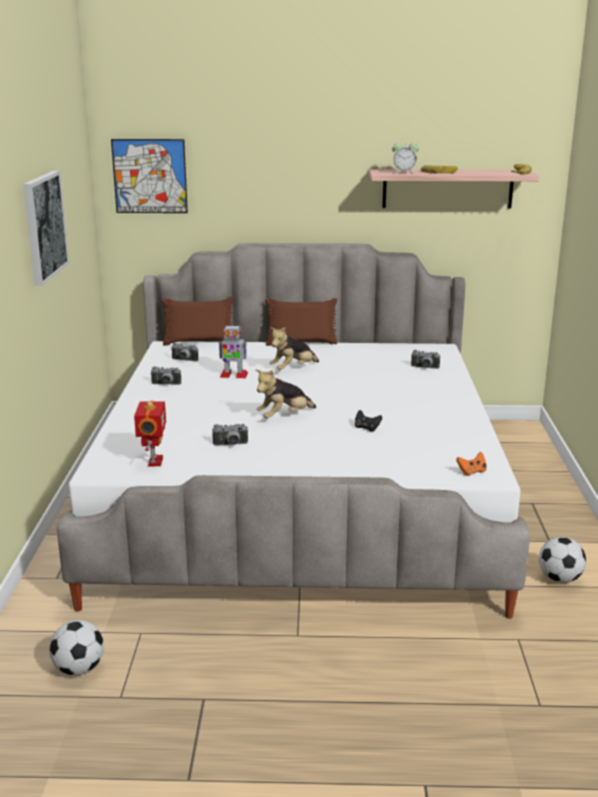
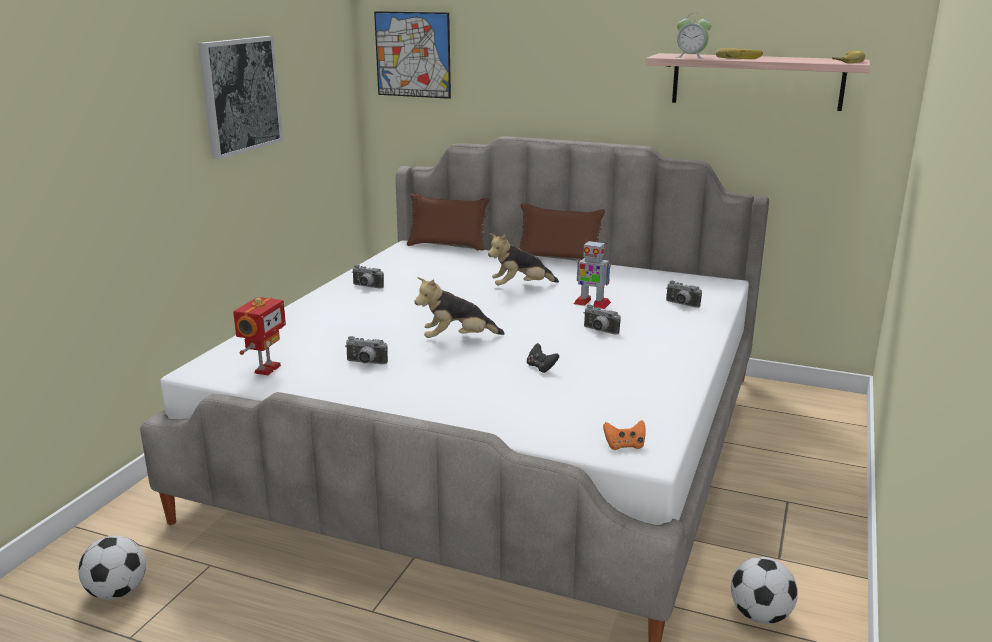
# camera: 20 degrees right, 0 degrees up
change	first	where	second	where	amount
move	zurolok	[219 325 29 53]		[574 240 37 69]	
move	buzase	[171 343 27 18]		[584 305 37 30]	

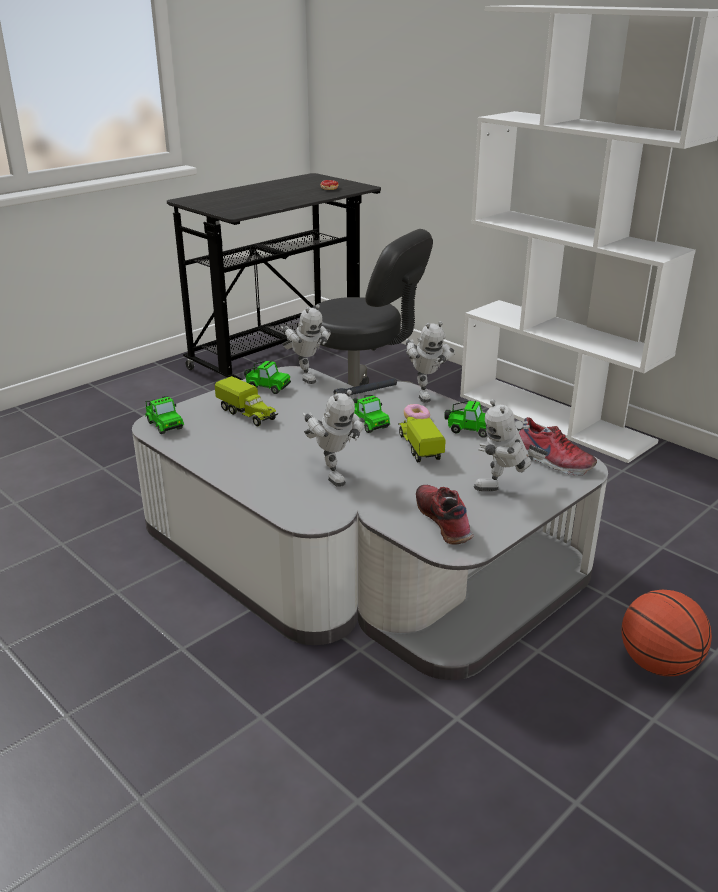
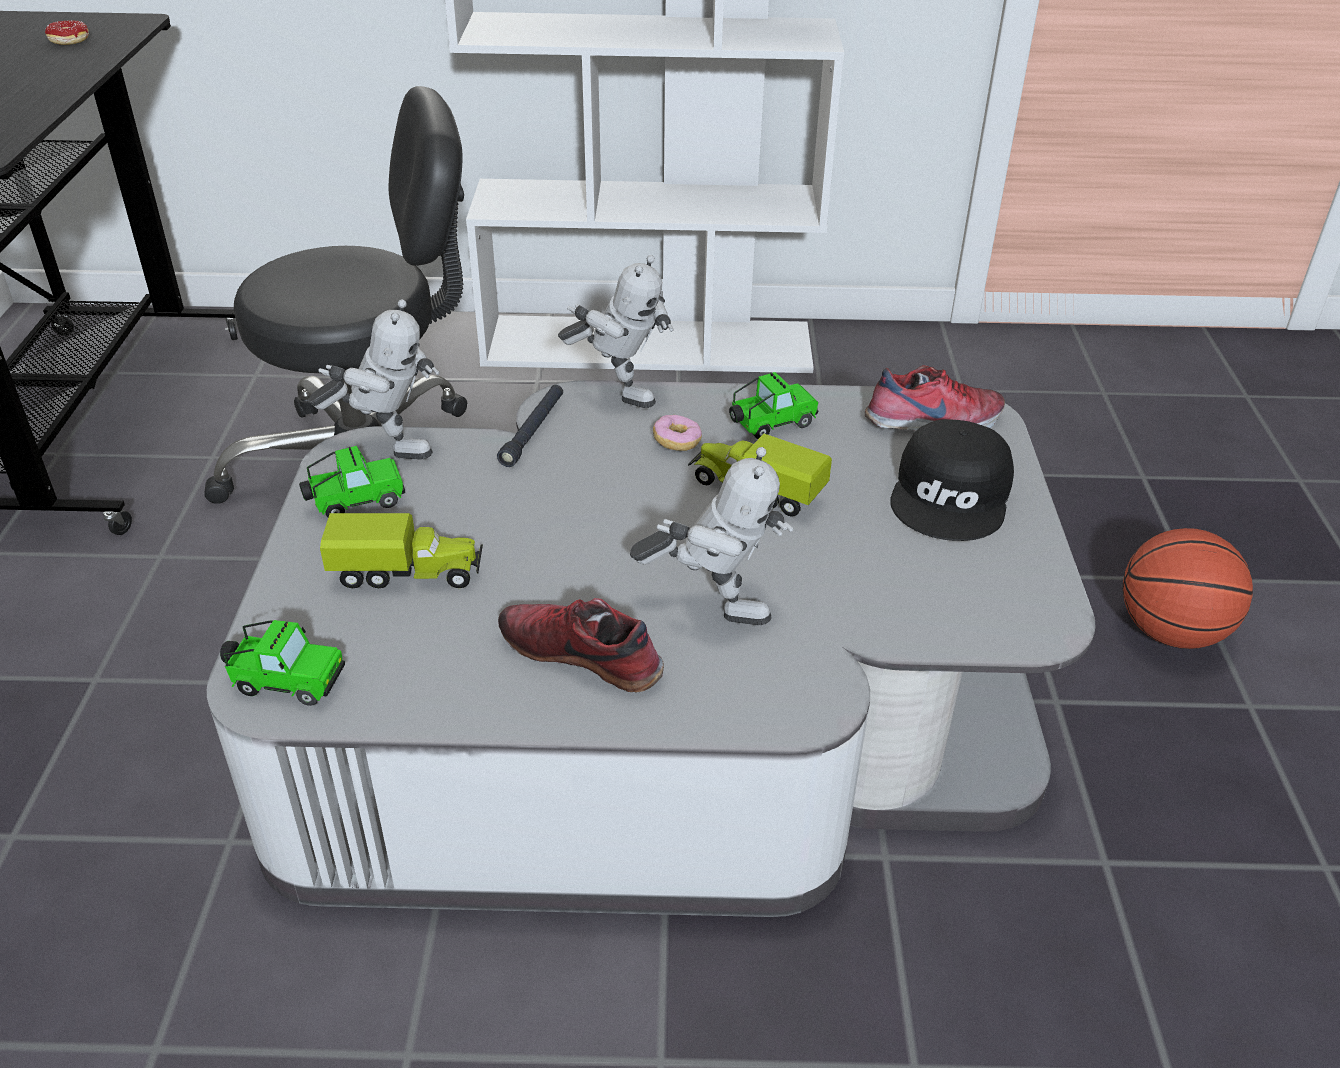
# camera: 45 degrees left, 10 degrees up
change	first	where	second	where	amount
delete	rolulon	[352 395 38 38]			
replace	zurolok	[474 399 74 92]	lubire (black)	[890 419 124 122]	
move	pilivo	[416 485 58 59]		[498 598 166 95]	

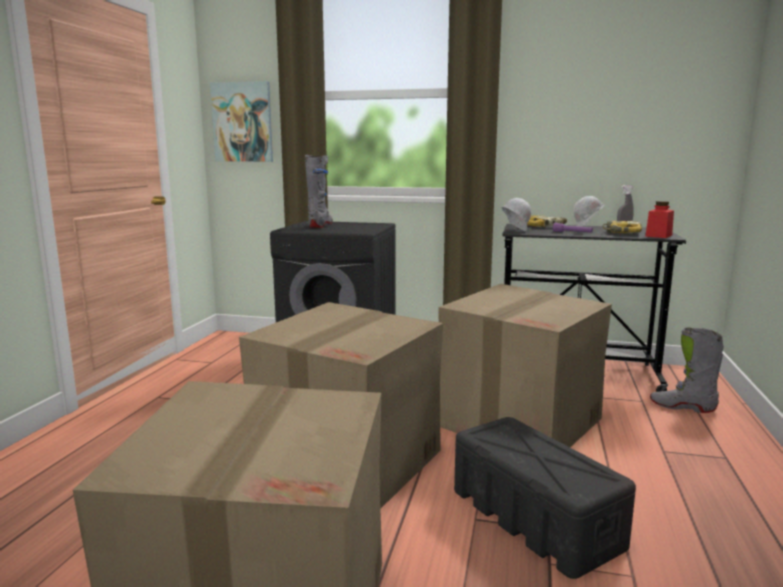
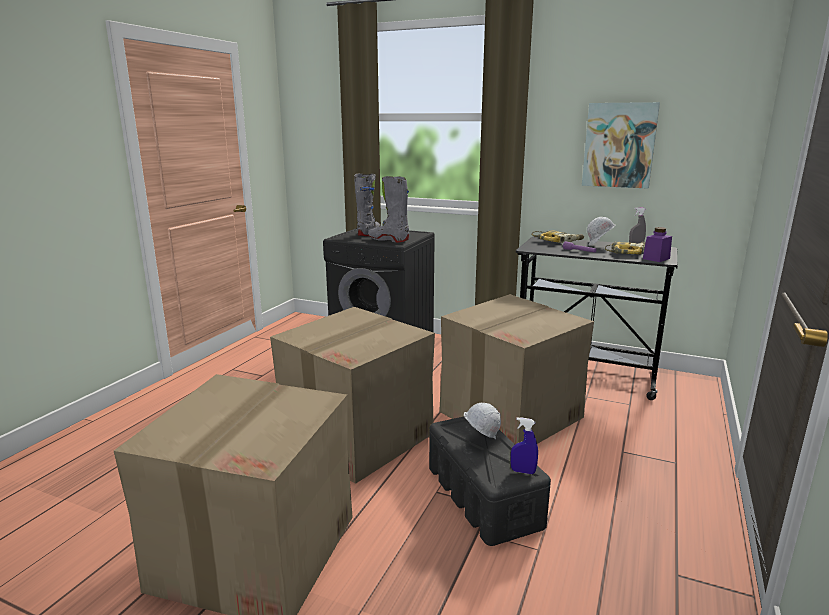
# camera: 10 degrees right, 5 degrees up
change	first	where	second	where	amount
move	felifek	[210 81 63 81]		[582 102 78 87]	
move	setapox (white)	[501 198 30 33]		[464 403 37 36]	
recolor	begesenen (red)	[645 201 29 37]	begesenen (purple)	[643 227 29 35]	
move	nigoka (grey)	[650 328 74 85]		[368 176 41 66]	
insert			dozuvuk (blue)	[511 417 27 57]	

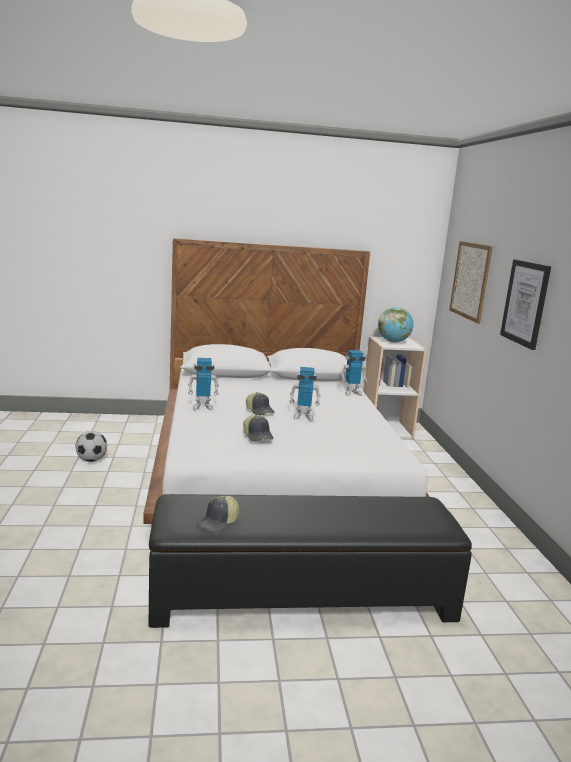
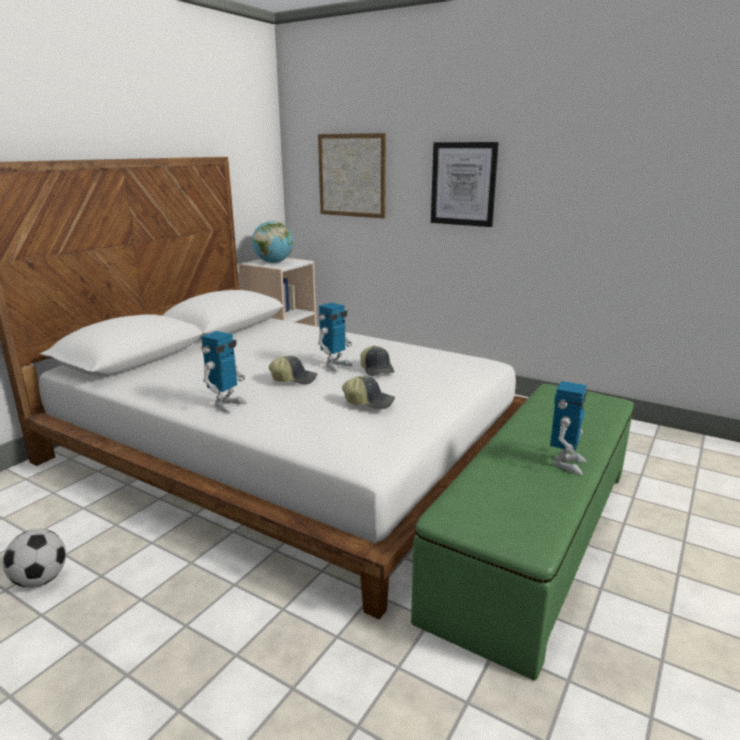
# camera: 50 degrees left, 5 degrees up
change	first	where	second	where	amount
move	zurolok	[341 350 26 46]		[550 381 37 94]	
recolor	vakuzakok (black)	[148 494 324 134]	vakuzakok (green)	[411 384 223 297]	
move	lubire	[196 496 43 37]		[360 346 34 30]	

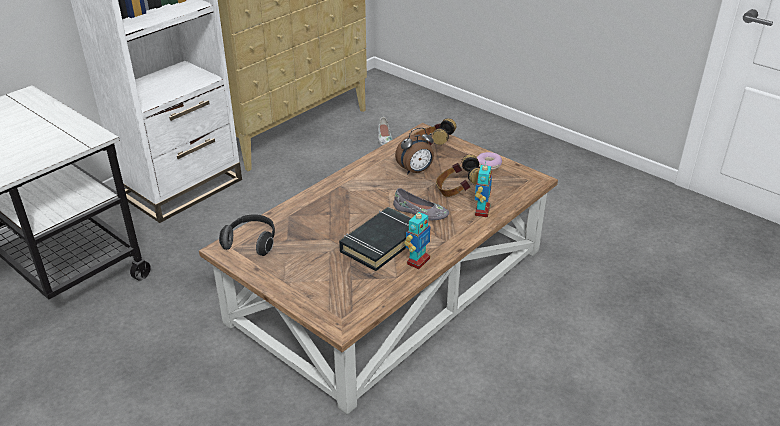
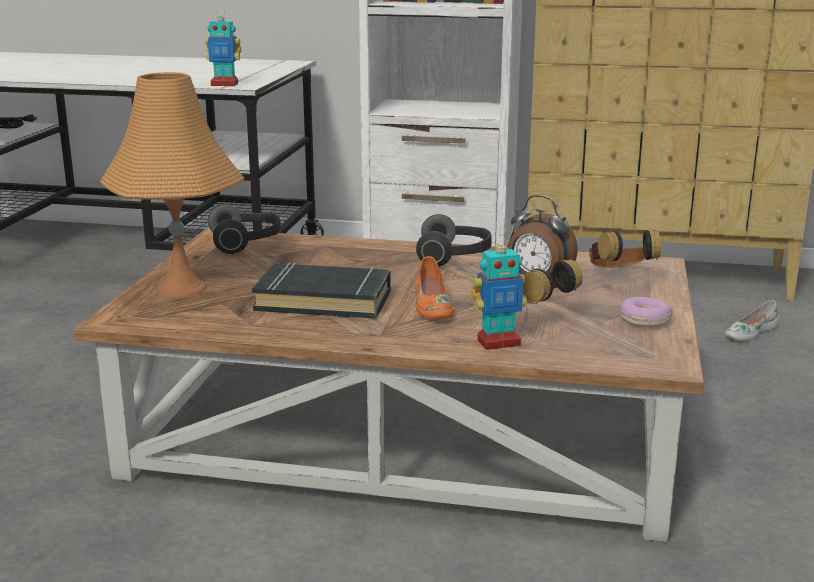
# camera: 60 degrees right, 15 degrees down
change	first	where	second	where	amount
recolor	pilivo (grey)	[393 188 56 32]	pilivo (orange)	[415 256 39 63]	
move	zurolok	[404 209 26 60]		[205 9 36 77]	
insert			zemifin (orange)	[100 72 144 226]	
insert			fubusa	[416 214 76 53]	

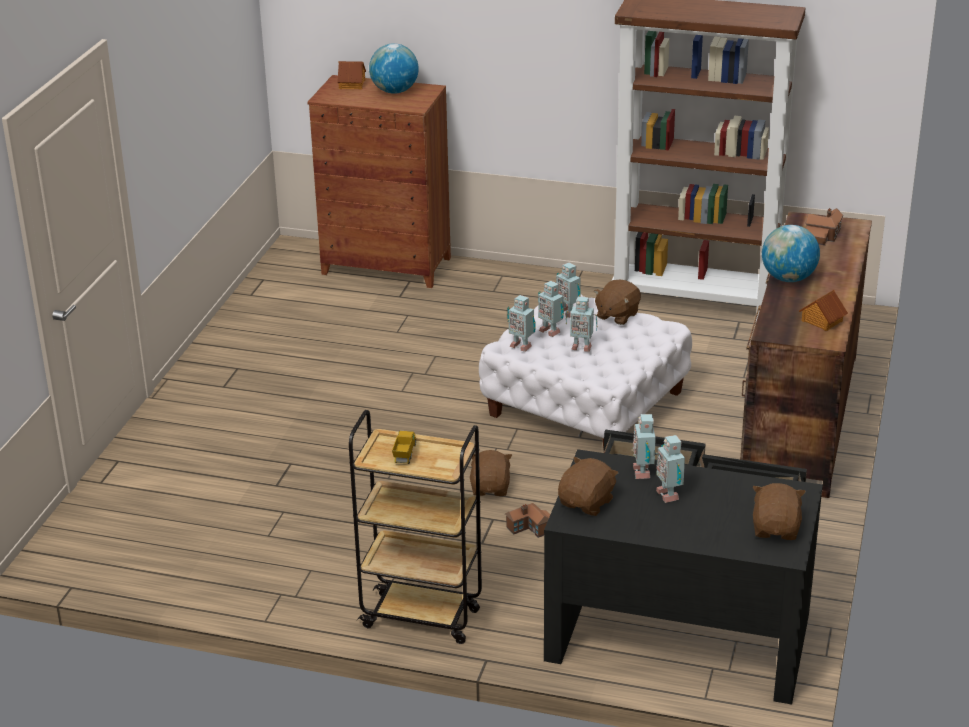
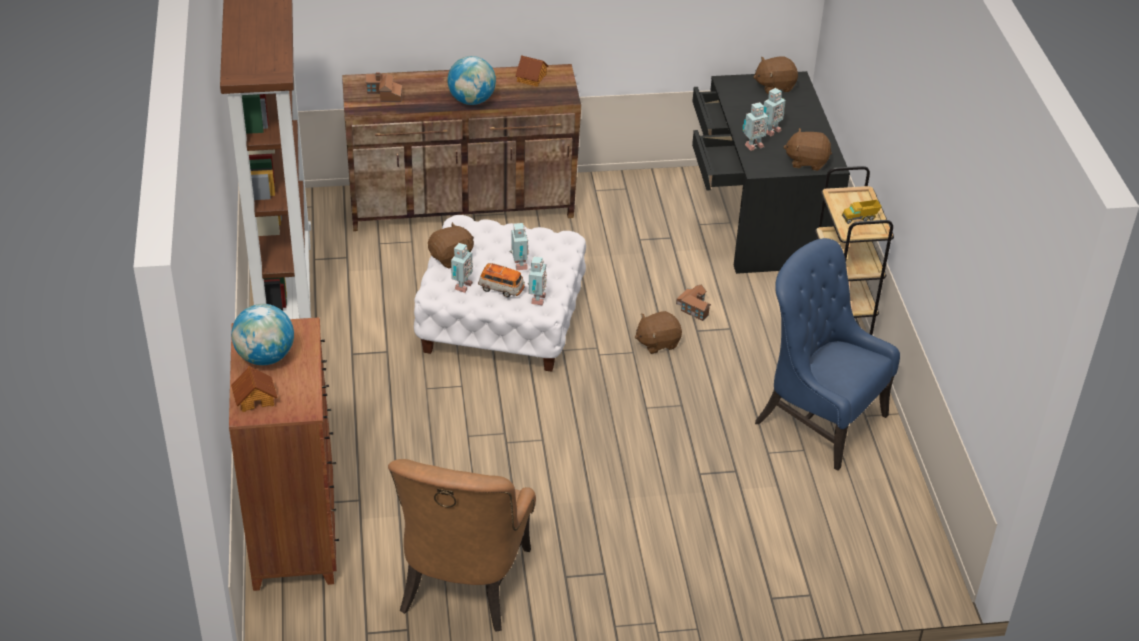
# camera: 115 degrees left, 10 degrees up
change	first	where	second	where	amount
rotate	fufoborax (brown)	[594 280 47 45]		[428 222 46 47]	45 degrees counterclockwise
replace	zurolok	[538 281 26 56]	rolulon	[478 263 47 34]	
insert			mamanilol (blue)	[755 238 145 233]	
insert			mamanilol (brown)	[388 459 148 173]	

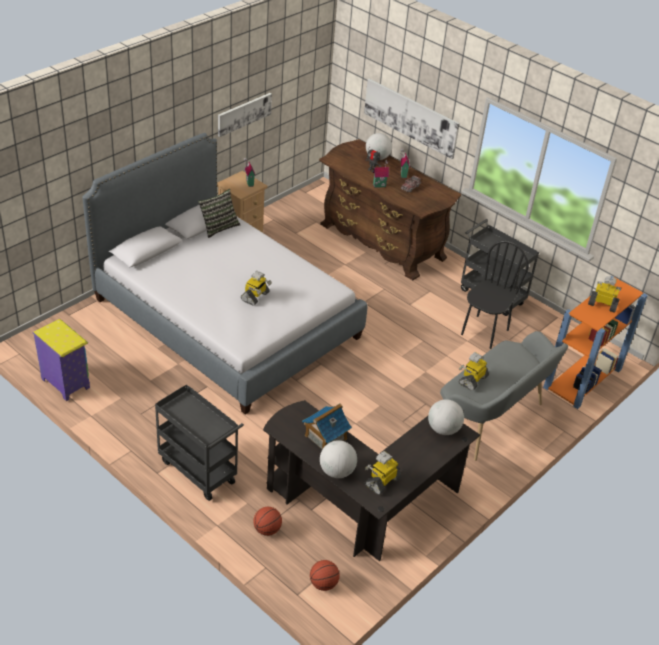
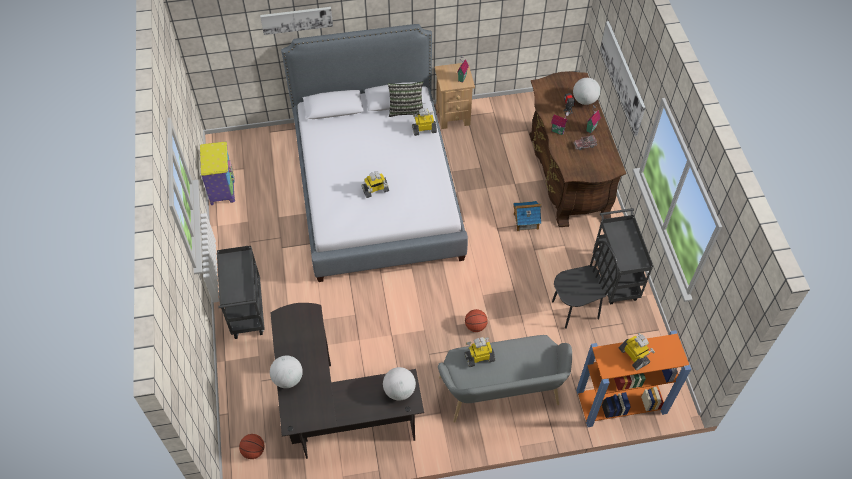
# camera: 40 degrees right, 15 degrees up
change	first	where	second	where	amount
move	felifek	[218 93 54 44]		[260 7 73 28]	
move	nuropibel	[302 404 50 45]		[513 201 29 30]	
move	zurolok	[365 451 37 44]		[412 108 25 28]	
move	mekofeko	[253 507 29 29]		[465 309 23 23]	

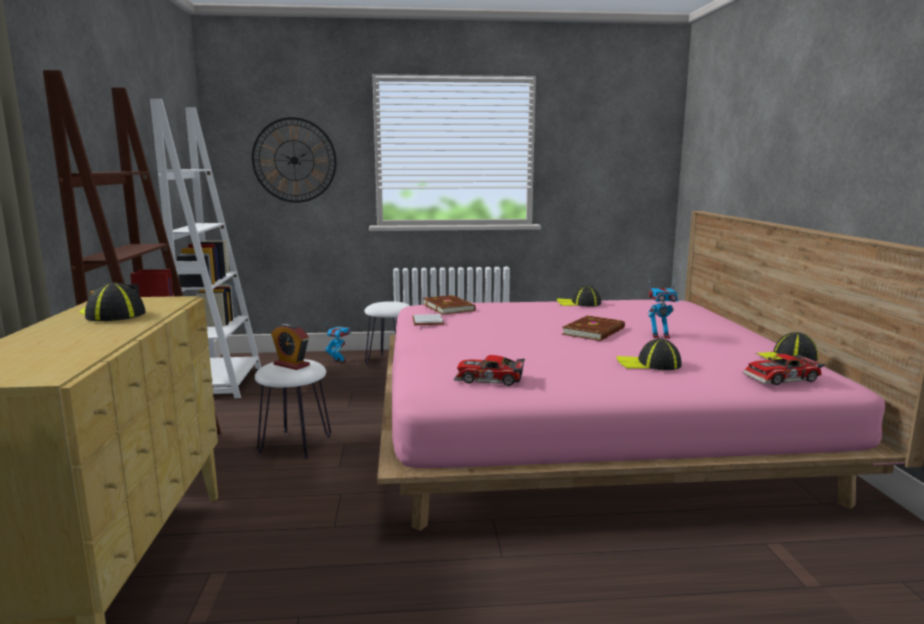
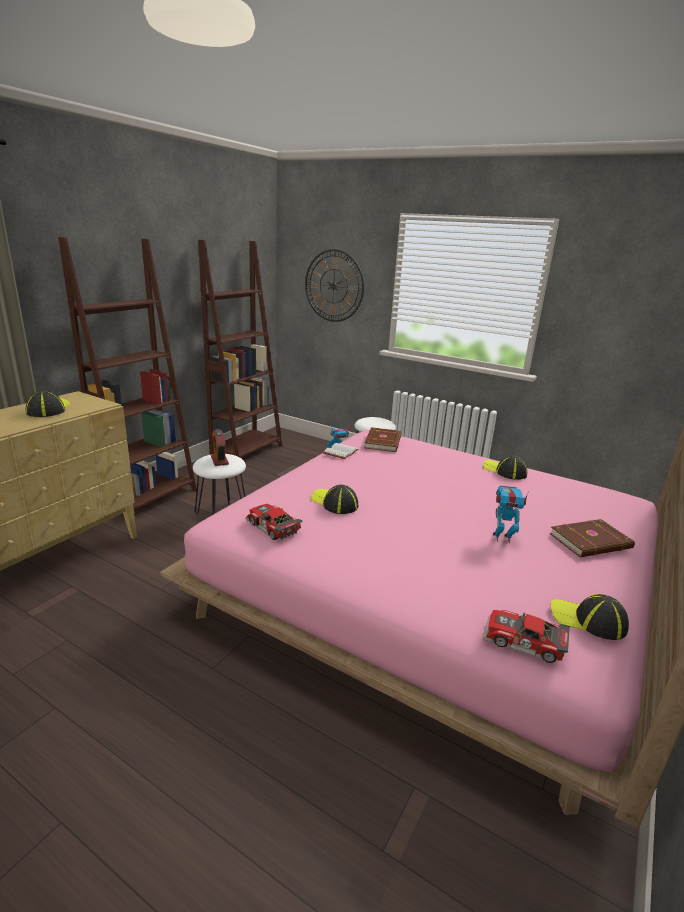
# camera: 35 degrees right, 10 degrees up
change	first	where	second	where	amount
recolor	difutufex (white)	[150 99 111 299]	difutufex (brown)	[198 240 85 218]	
rotate	zurolok	[648 277 30 61]		[493 485 36 58]	150 degrees clockwise
move	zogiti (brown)	[562 316 63 25]		[550 519 85 38]	
move	lubire	[617 339 65 31]		[311 485 47 29]	

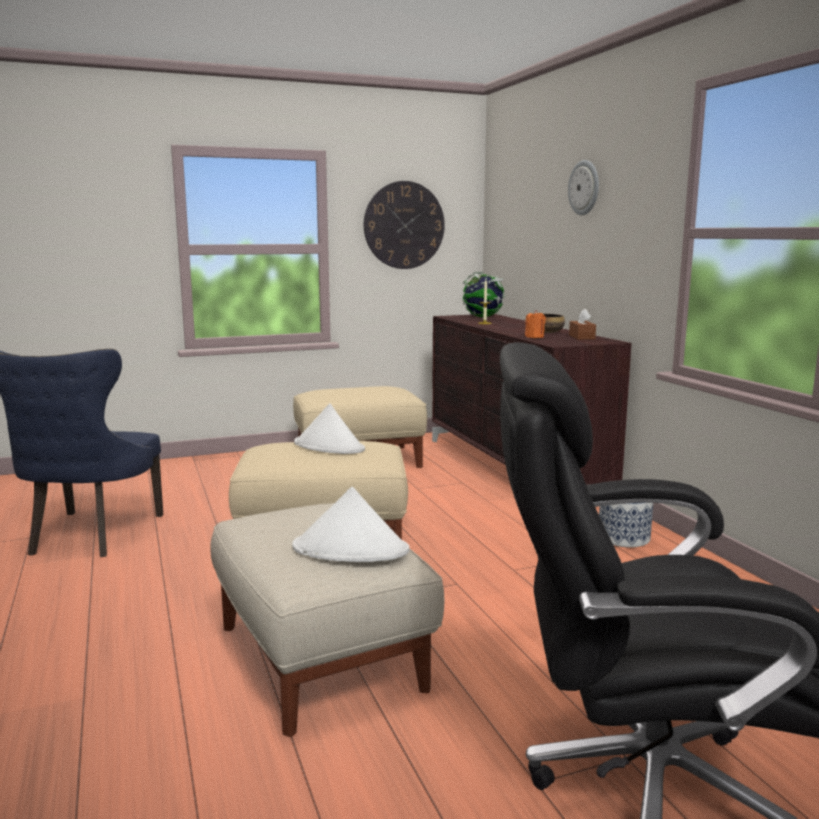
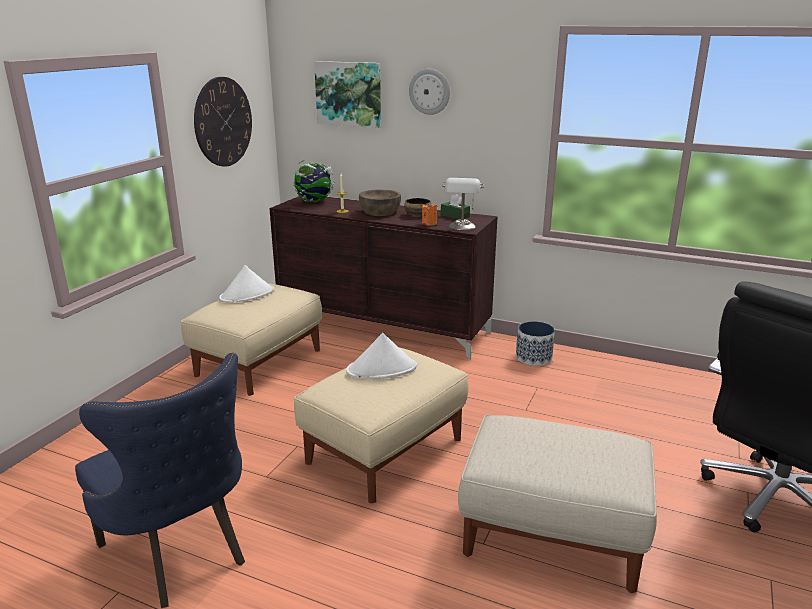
# camera: 45 degrees left, 10 degrees up
change	first	where	second	where	amount
recolor	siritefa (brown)	[569 309 27 31]	siritefa (green)	[441 194 29 25]	
move	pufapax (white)	[292 487 118 75]		[219 265 55 38]	
insert			felifek	[314 61 67 67]	
insert			zemifin (white)	[442 178 42 52]	
insert			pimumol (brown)	[359 189 42 27]	

